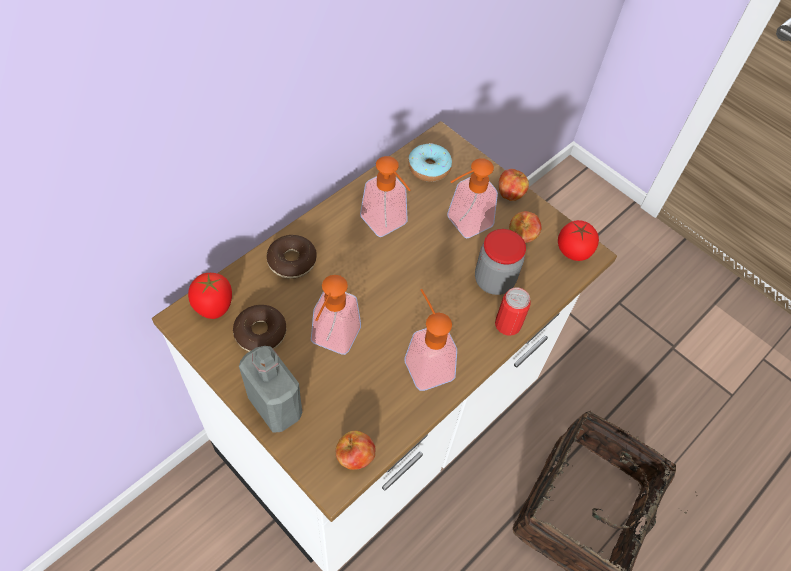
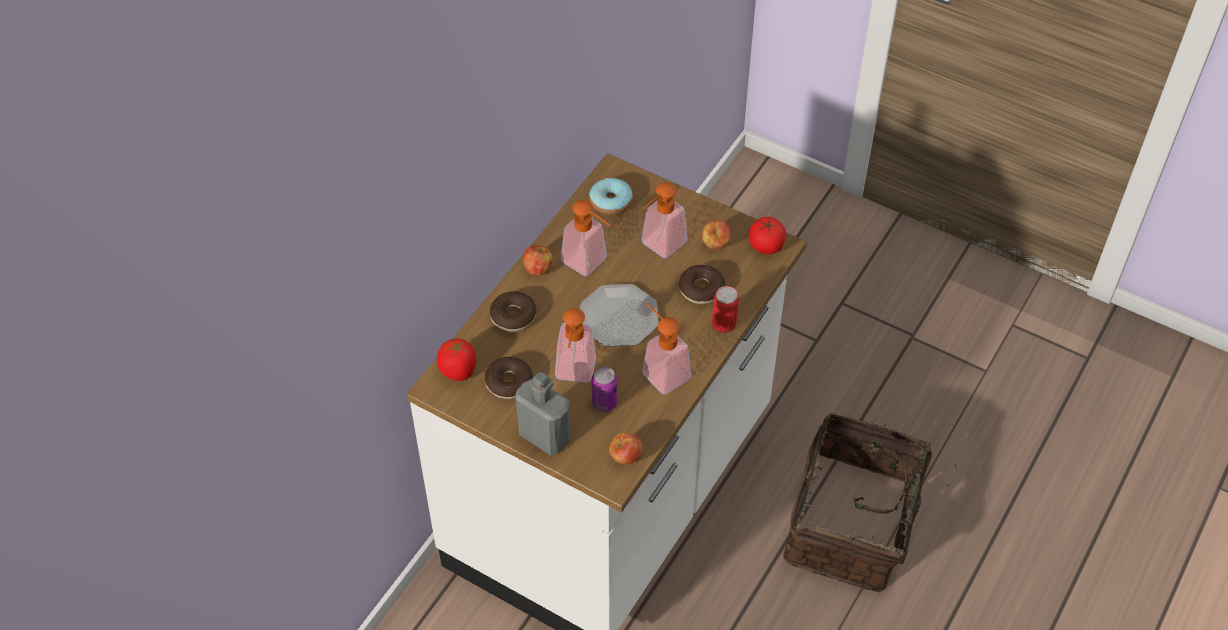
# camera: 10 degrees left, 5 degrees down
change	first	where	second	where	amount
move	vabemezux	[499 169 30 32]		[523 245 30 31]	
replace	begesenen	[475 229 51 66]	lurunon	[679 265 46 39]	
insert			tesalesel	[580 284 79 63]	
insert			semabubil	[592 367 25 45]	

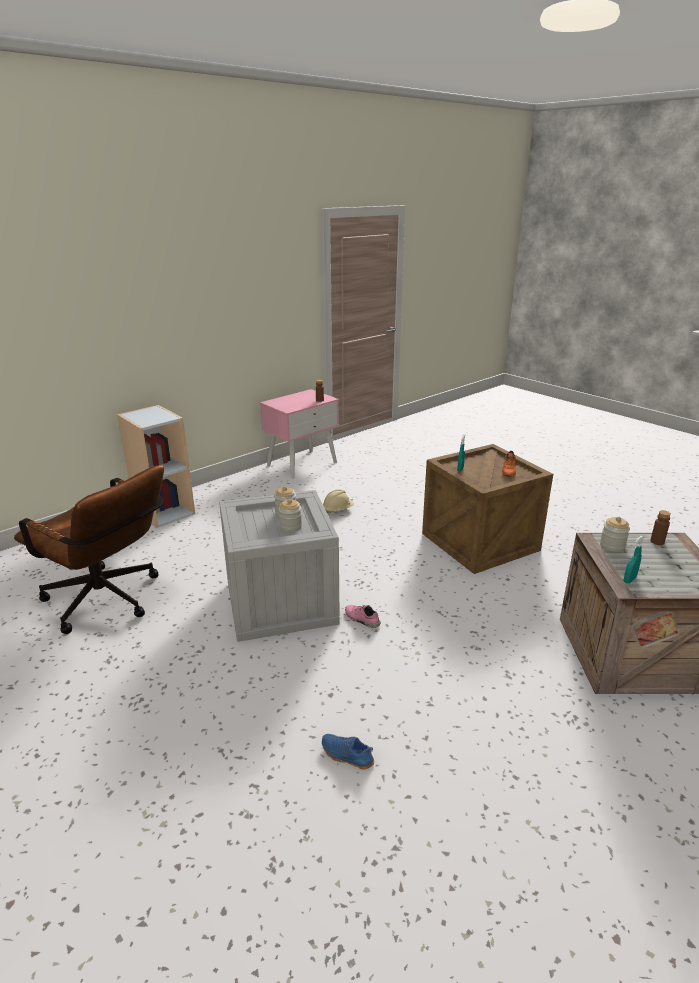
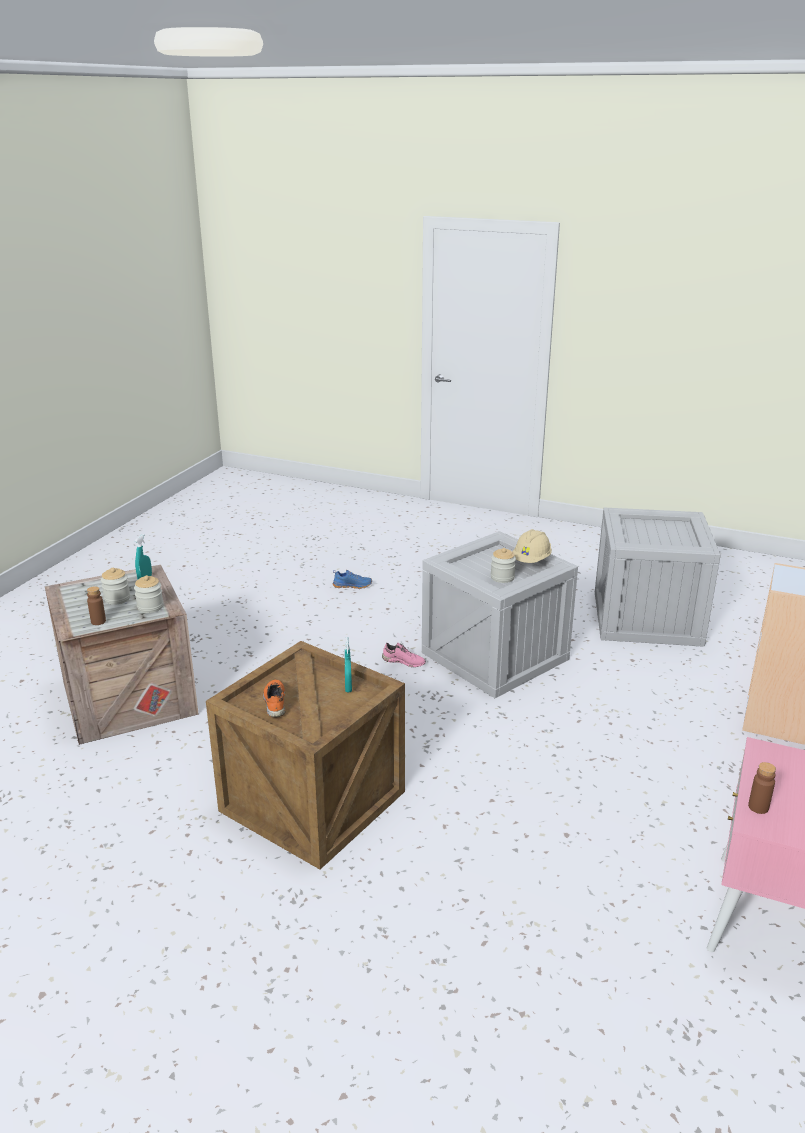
# camera: 155 degrees right, 0 degrees up
change	first	where	second	where	amount
replace	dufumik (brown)	[14 465 150 169]	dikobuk	[595 508 126 139]	
move	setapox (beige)	[323 489 31 25]		[513 529 39 34]	
move	begesenen	[278 499 24 33]		[101 568 29 37]	

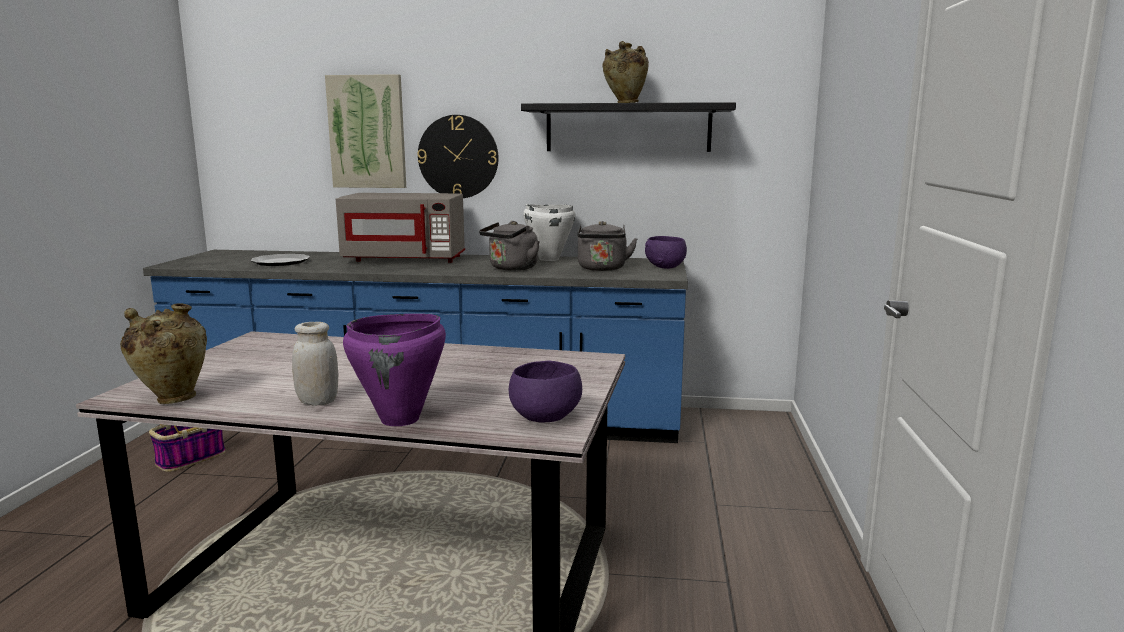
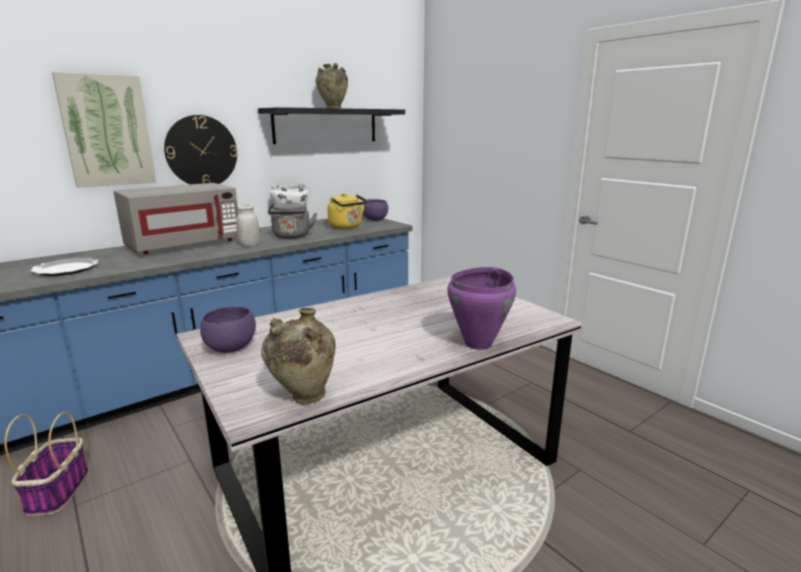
# camera: 45 degrees left, 5 degrees up
change	first	where	second	where	amount
recolor	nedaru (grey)	[577 221 61 50]	nedaru (yellow)	[327 193 41 36]	
move	begesenen (white)	[292 322 46 84]		[236 204 24 43]	
move	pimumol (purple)	[509 361 73 62]		[200 307 56 46]	

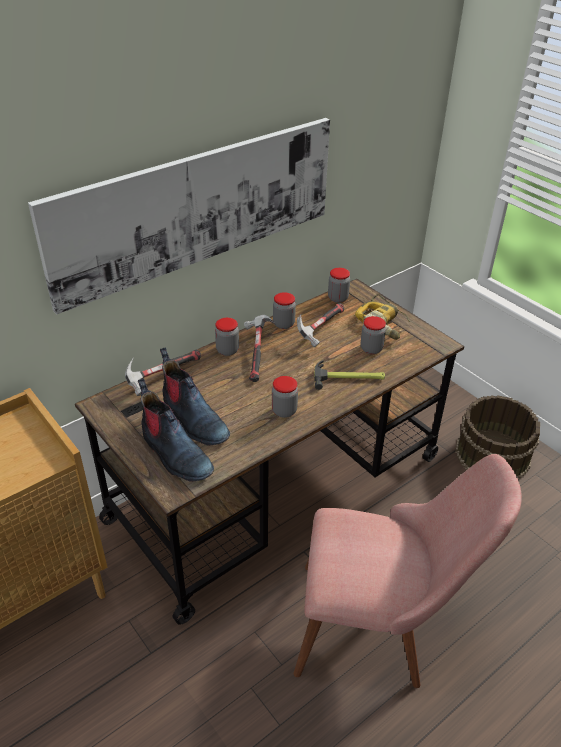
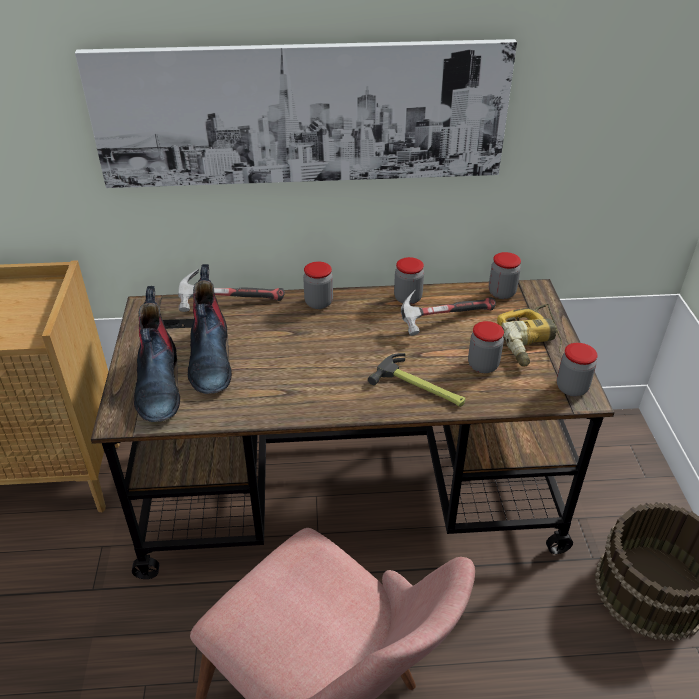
# camera: 35 degrees right, 0 degrees up
change	first	where	second	where	amount
delete	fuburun	[244 315 32 67]			
move	begesenen	[272 376 26 42]		[557 343 41 53]	

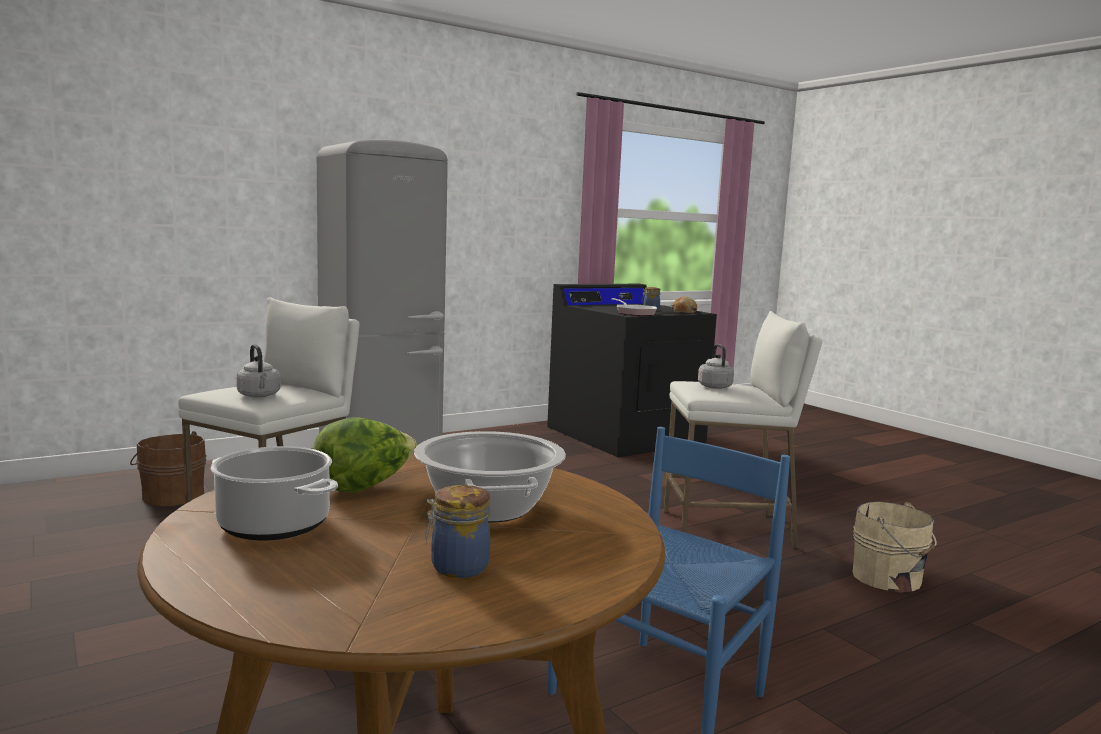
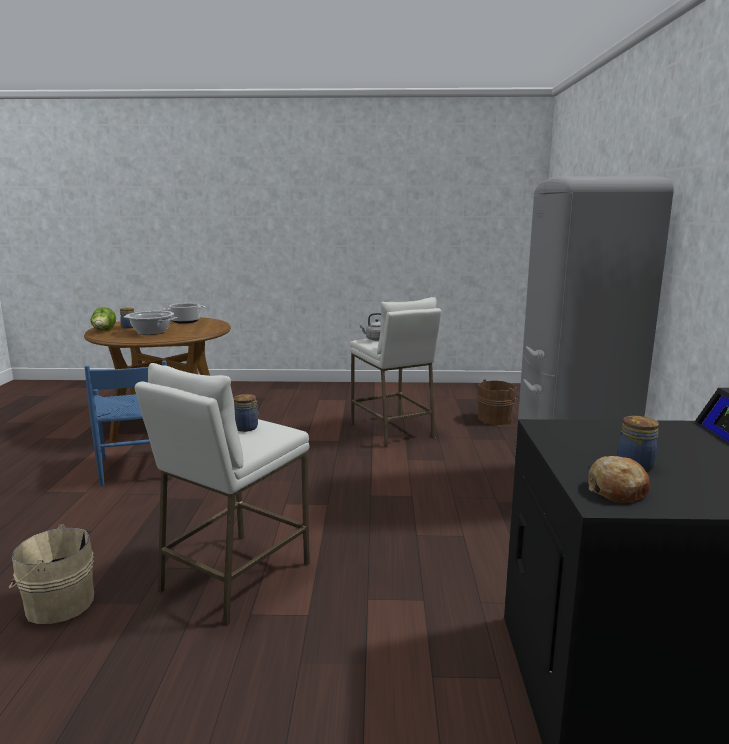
# camera: 125 degrees right, 5 degrees up
change	first	where	second	where	amount
delete	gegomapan	[612 298 45 18]			
replace	nedaru (grey)	[698 344 36 45]	begesenen	[233 394 26 38]	
move	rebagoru	[314 417 103 75]		[91 307 25 24]	

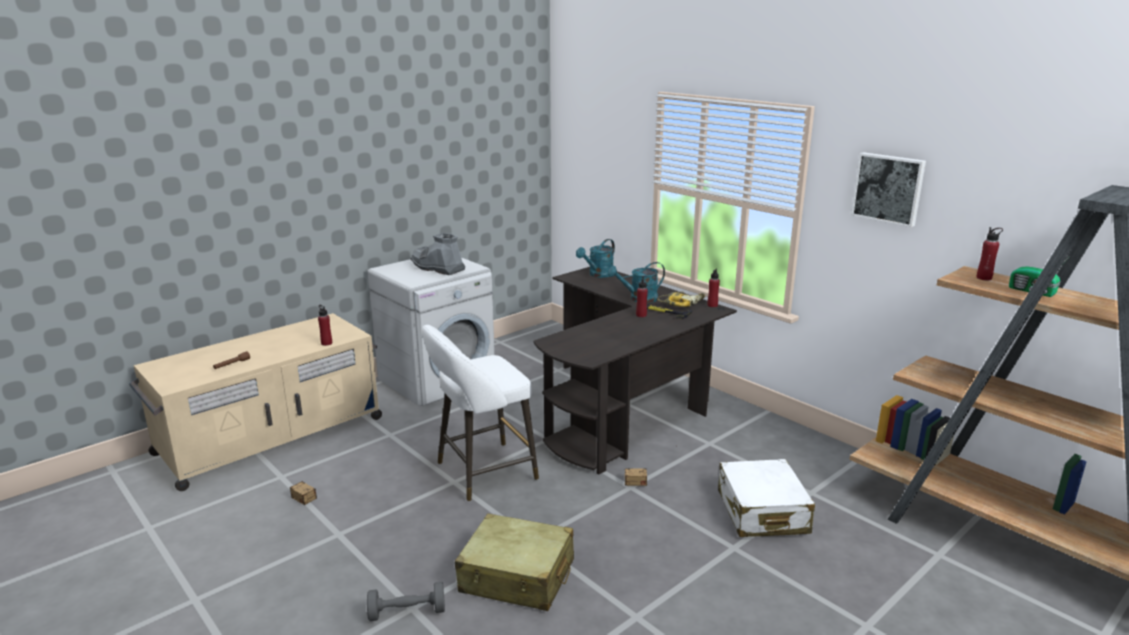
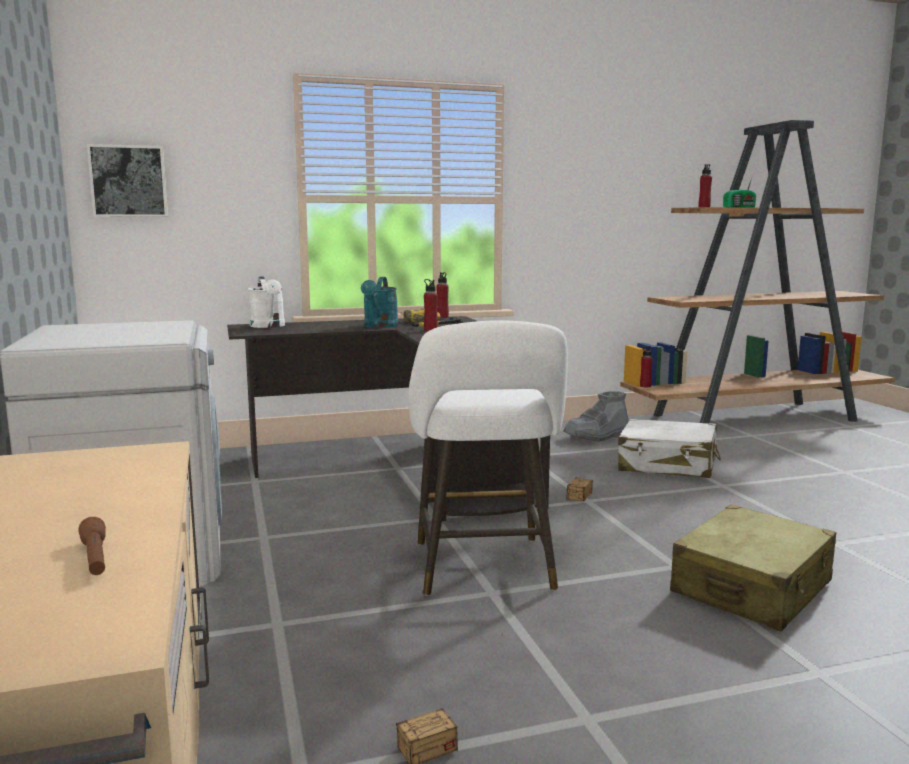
# camera: 65 degrees left, 10 degrees down
change	first	where	second	where	amount
move	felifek	[851 152 75 75]		[87 144 81 73]	
move	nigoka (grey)	[410 233 55 42]		[564 392 65 50]	
recolor	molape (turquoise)	[576 239 39 39]	molape (white)	[248 277 37 51]	
move	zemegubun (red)	[318 305 14 41]		[640 346 13 41]	
delete	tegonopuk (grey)	[367 582 78 39]			

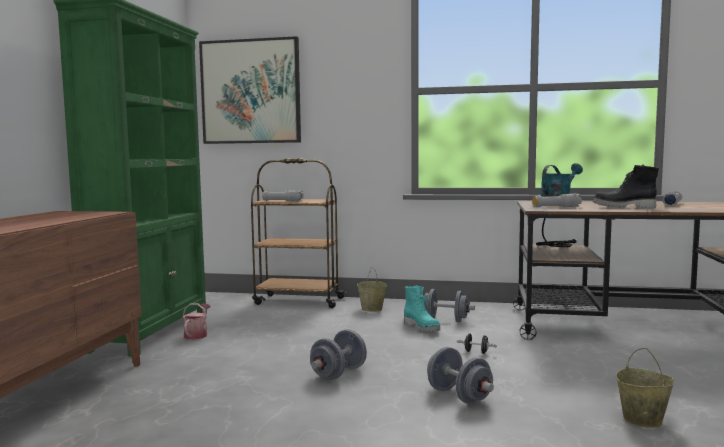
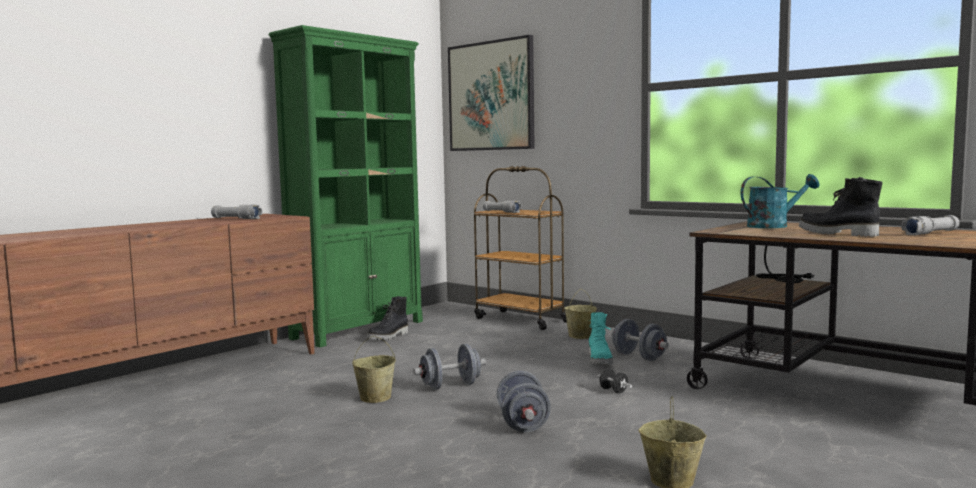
# camera: 30 degrees right, 0 degrees up
change	first	where	second	where	amount
move	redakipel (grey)	[532 193 50 14]		[211 204 51 15]	
replace	molape	[183 303 27 37]	nigoka (black)	[367 296 41 44]	
insert			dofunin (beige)	[352 336 44 67]	

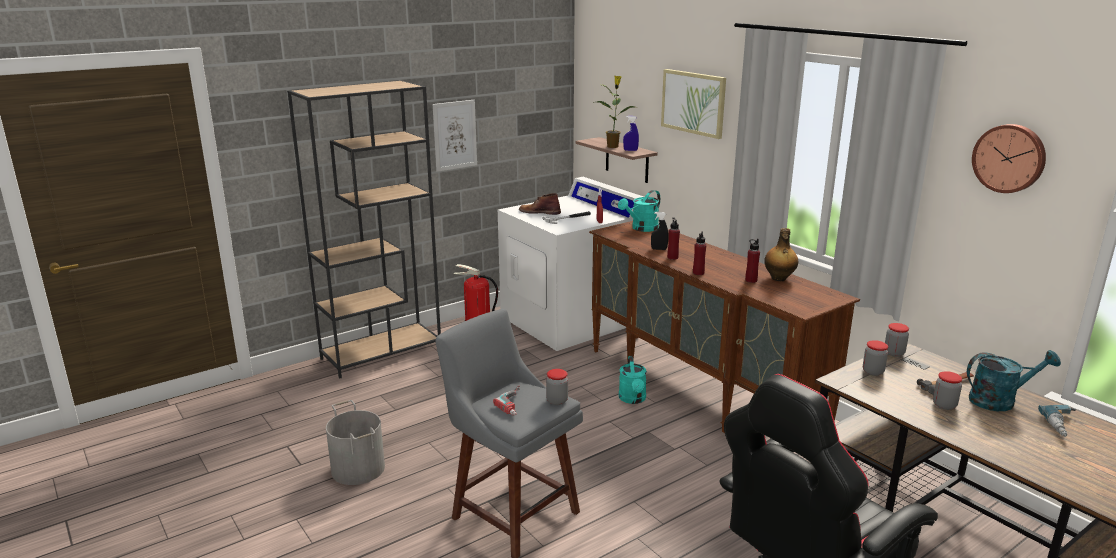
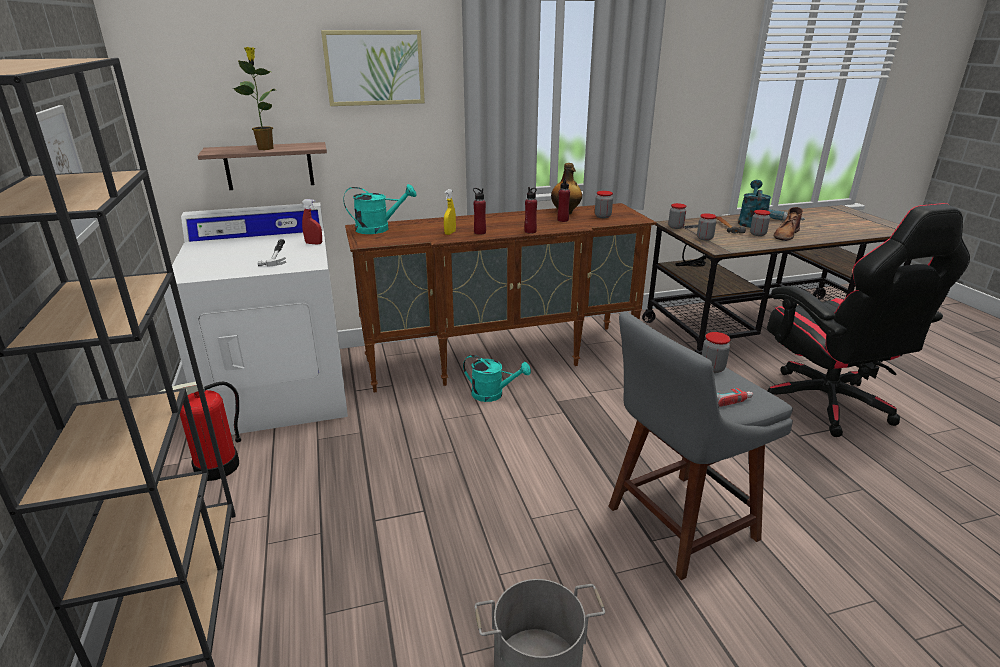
# camera: 70 degrees left, 5 degrees up
change	first	where	second	where	amount
delete	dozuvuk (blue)	[623 116 16 35]			
delete	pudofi	[972 124 74 69]			
rotate	molape (turquoise)	[618 190 42 42]		[343 184 74 50]	75 degrees counterclockwise
move	nigoka (brown)	[519 193 42 22]		[774 207 29 34]	
recolor	dozuvuk (black)	[651 212 17 38]	dozuvuk (yellow)	[444 189 12 46]	
insert			begesenen	[595 191 18 27]	

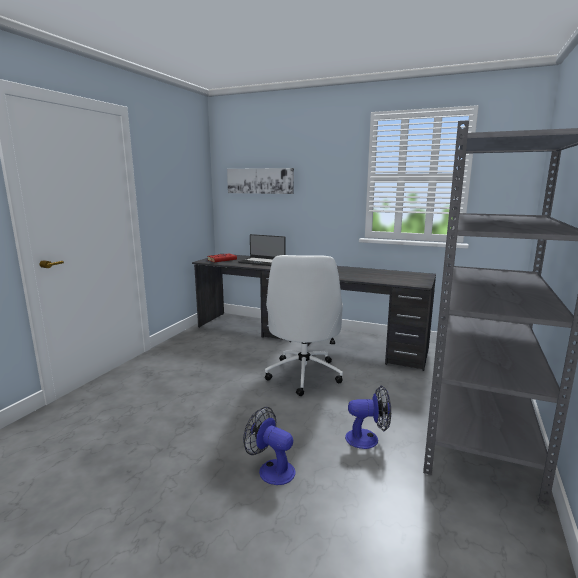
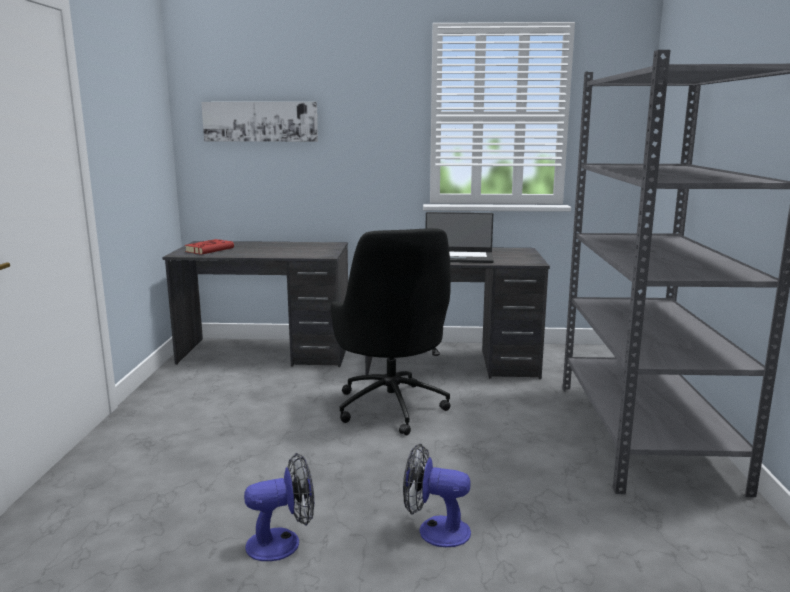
# camera: 20 degrees left, 0 degrees up
change	first	where	second	where	amount
move	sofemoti	[238 234 48 32]		[426 212 68 51]	
recolor	dufumik (white)	[265 255 78 141]	dufumik (black)	[331 228 120 207]	
move	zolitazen	[345 386 46 63]		[244 453 70 108]	

